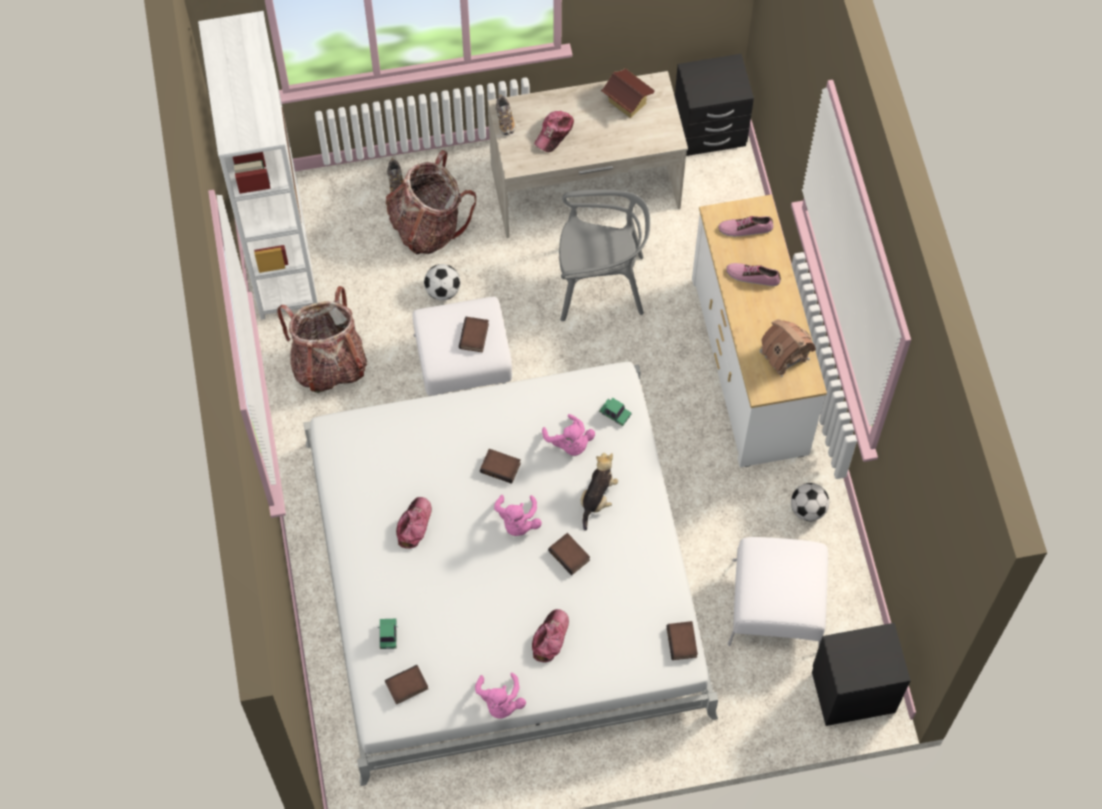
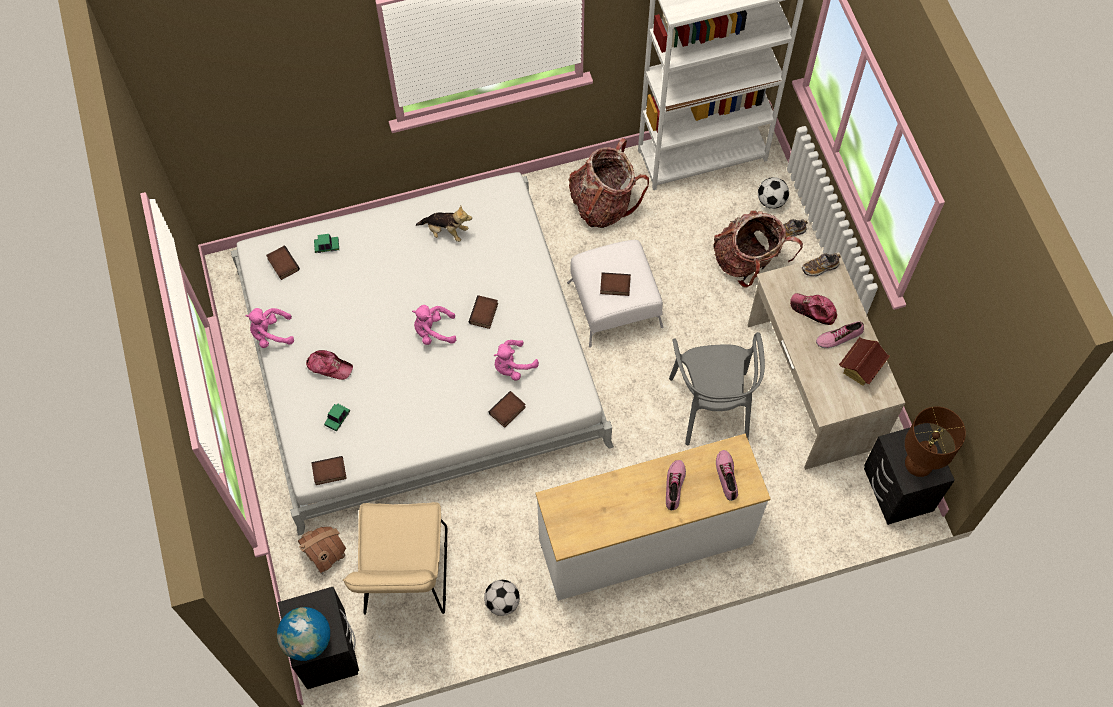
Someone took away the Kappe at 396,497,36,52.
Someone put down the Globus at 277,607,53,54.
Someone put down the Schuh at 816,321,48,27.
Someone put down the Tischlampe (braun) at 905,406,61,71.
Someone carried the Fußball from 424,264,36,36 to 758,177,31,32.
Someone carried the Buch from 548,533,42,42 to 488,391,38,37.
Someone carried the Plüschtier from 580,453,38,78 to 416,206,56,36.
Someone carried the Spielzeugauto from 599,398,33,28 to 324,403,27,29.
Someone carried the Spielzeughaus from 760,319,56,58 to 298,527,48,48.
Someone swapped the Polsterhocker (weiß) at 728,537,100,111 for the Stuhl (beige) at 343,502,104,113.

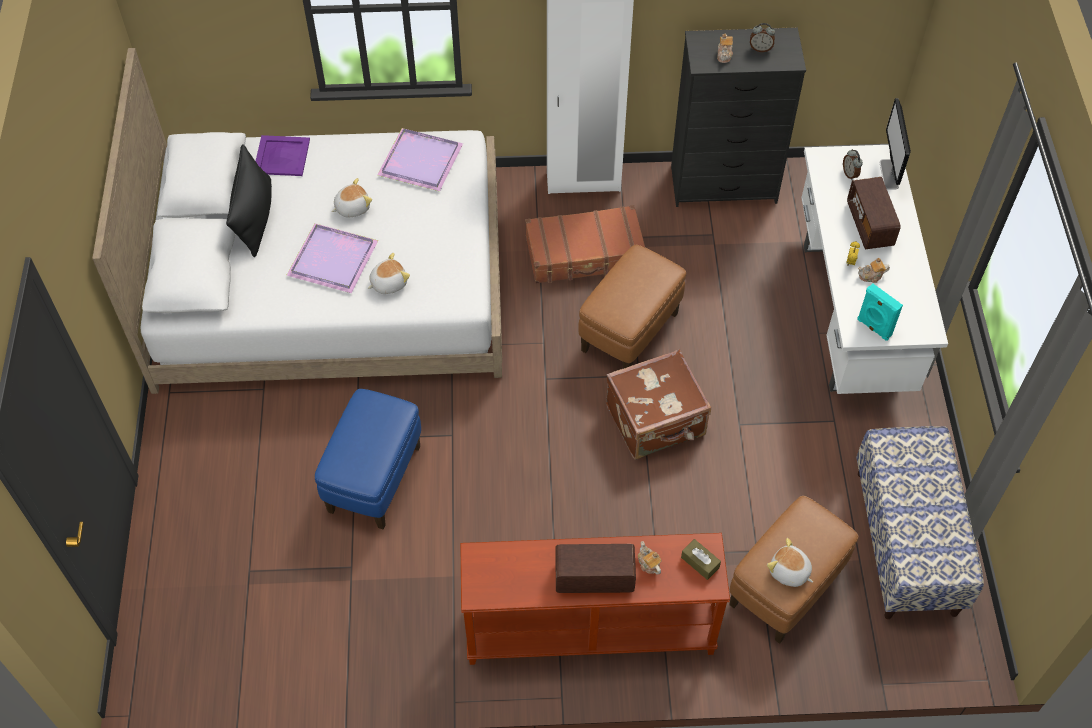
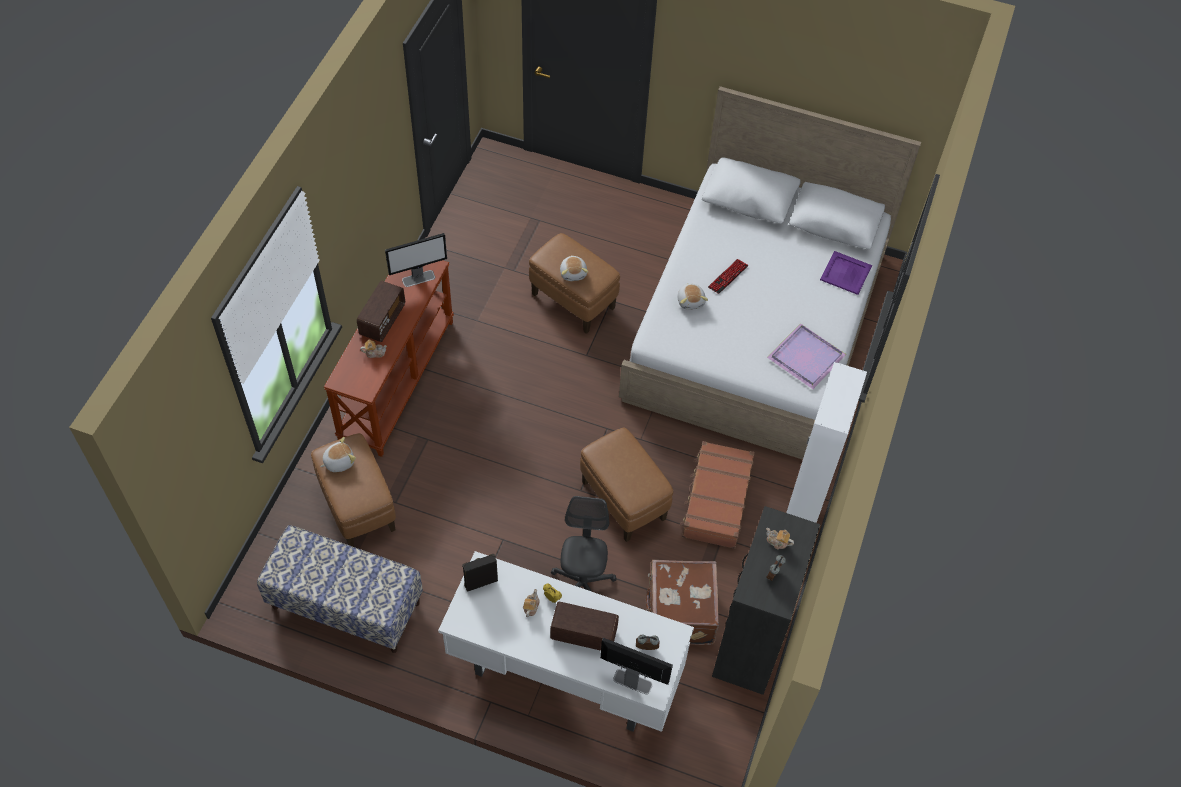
Someone took away the Kissen (schwarz) at 226,144,46,113.
Someone took away the Taschentuchbox (braun) at 681,539,40,41.
Someone put down the Monitor at 385,233,62,54.
Someone put down the Bürostuhl (grau) at 551,496,66,96.
Someone carried the Plüschtier from 331,178,41,39 to 560,256,28,25.
Someone carried the Koffer (braun) from 606,349,105,111 to 646,560,73,85.
Someone swapped the Tablett (lila) at 287,223,91,70 for the Tastatur at 708,259,41,35.
Someone repainted the Polsterhocker (blau) at 315,389,106,140, which became the Polsterhocker (braun) at 529,233,91,101.
Someone repainted the Lautsprecher (türkis) at 857,284,46,57, which became the Lautsprecher (schwarz) at 462,554,36,38.

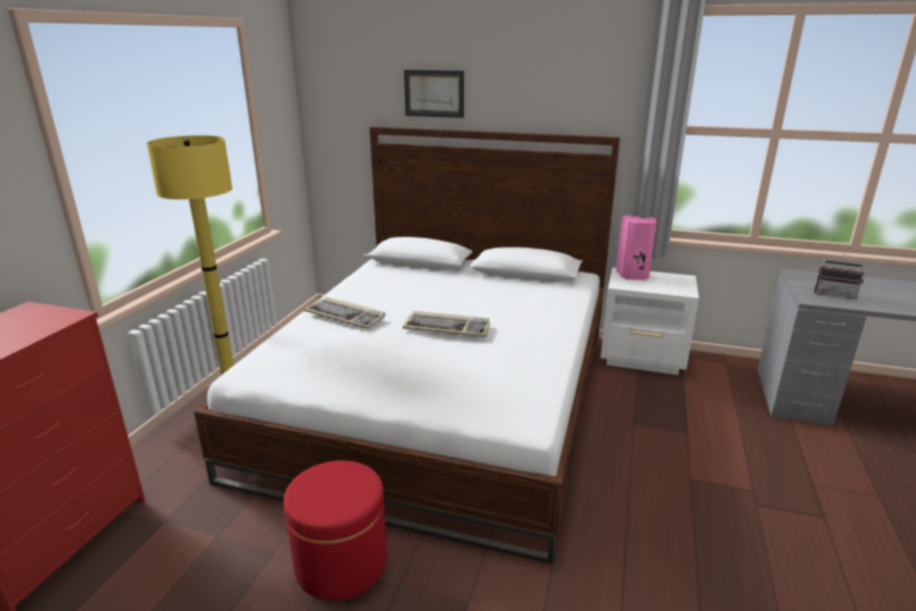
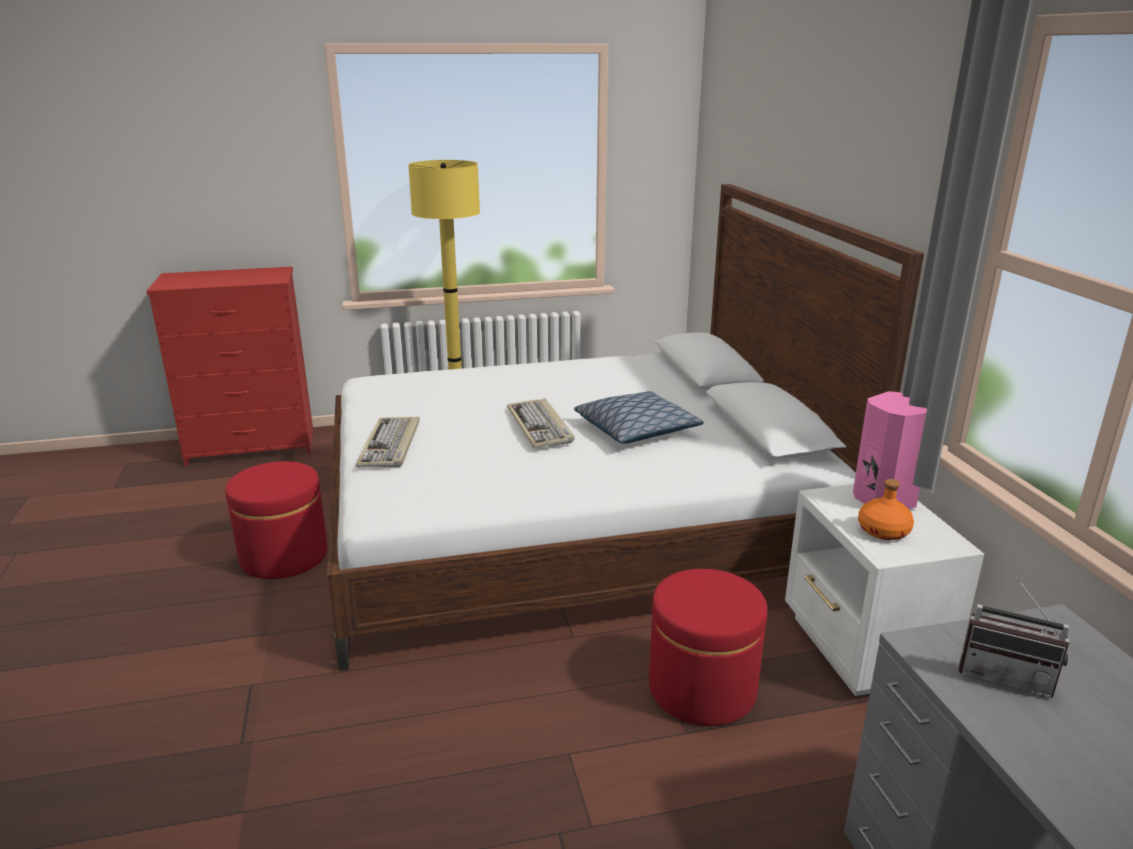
Someone took away the Bild at 404,70,60,48.
Someone put down the Kissen at 574,391,129,53.
Someone put down the Polsterhocker (rot) at 649,569,119,157.
Someone put down the Flasche (orange) at 858,479,56,61.
Someone carried the Tastatur from 304,297,81,32 to 356,417,64,50.
Someone rotated the Radio at 814,249,50,50 by 60 degrees counterclockwise.

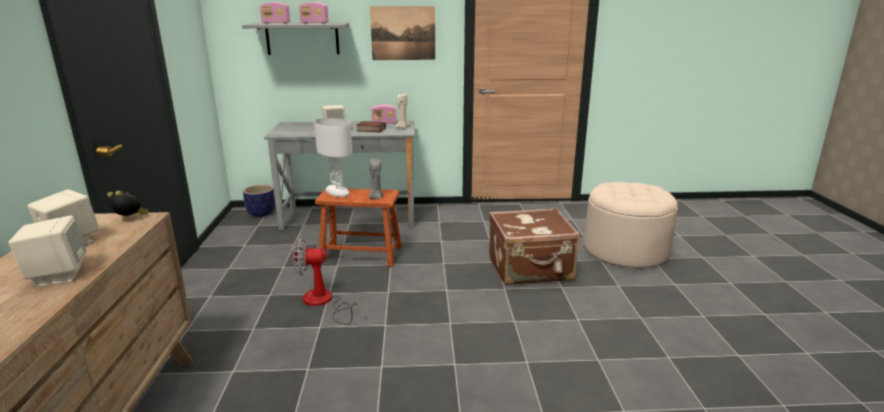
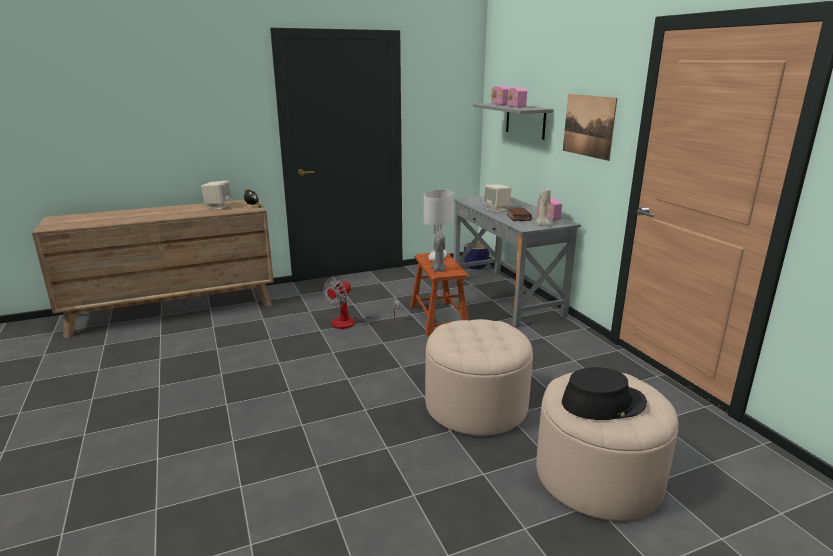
Someone took away the Lautsprecher (beige) at 8,216,79,71.
Someone put down the Hut (schwarz) at 562,367,85,53.
Someone swapped the Koffer (braun) at 489,208,91,77 for the Polsterhocker (beige) at 425,319,108,117.
Someone rotated the Ventilator at 293,239,65,85 by 120 degrees counterclockwise.

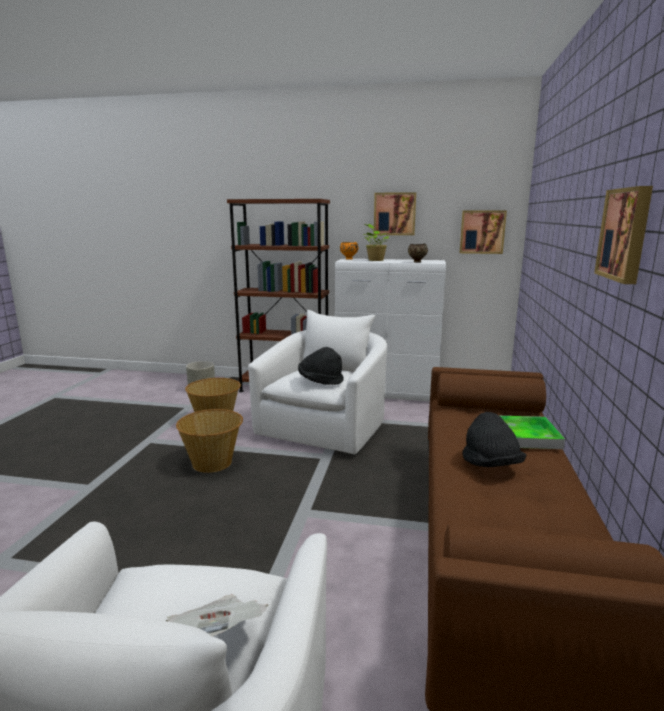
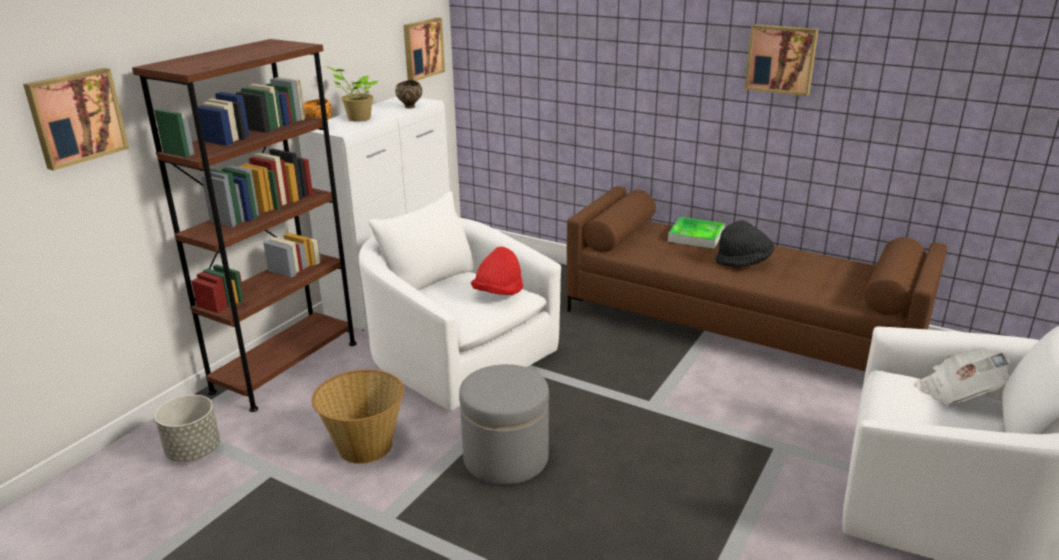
Someone carried the Bild from 374,192,42,43 to 23,68,106,103.
Someone swapped the Korb at 176,409,67,64 for the Polsterhocker (grau) at 459,364,90,121.
Someone repainted the Hut (schwarz) at 298,347,46,38, which became the Hut (rot) at 471,247,52,48.

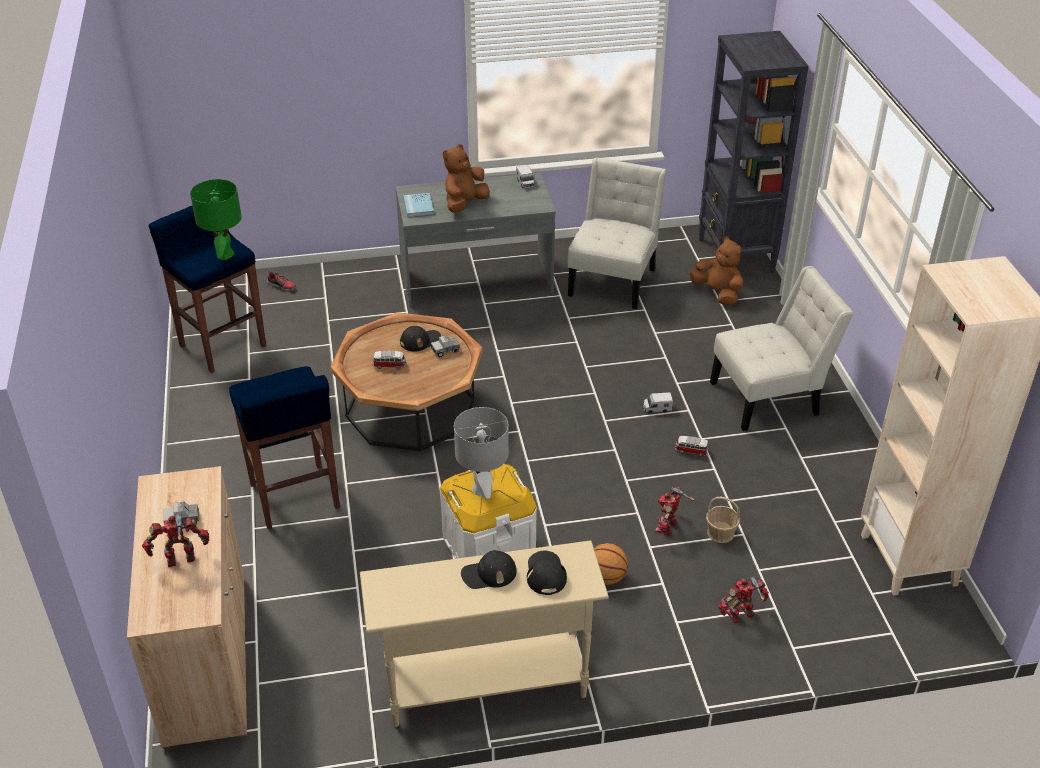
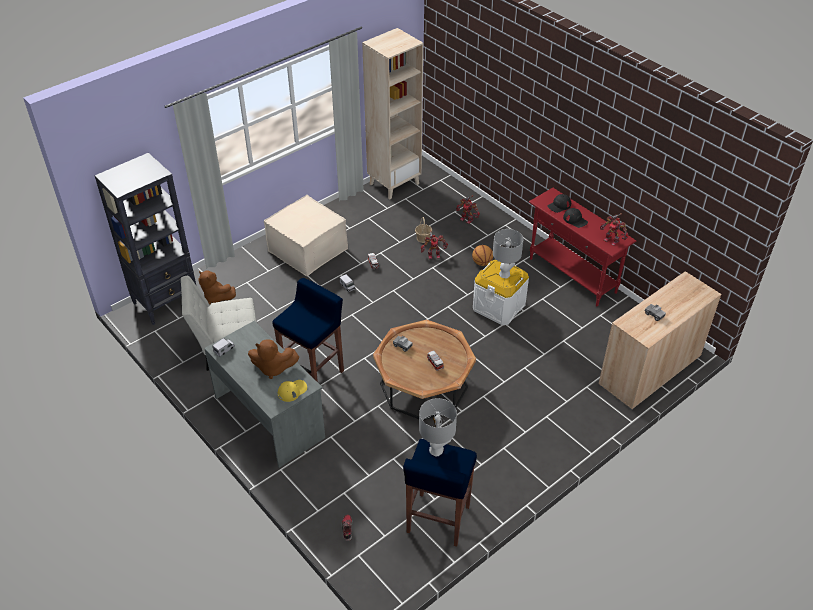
Someone took away the Kappe (schwarz) at 400,326,41,25.
Someone carried the Spielzeugroboter from 142,513,67,54 to 600,213,29,33.
Someone carried the Hocker (blau) from 229,366,111,163 to 272,278,72,104.
Someone swapped the Buch (blau) at 403,193,31,24 for the Kappe (gelb) at 278,380,29,22.
Someone swapped the Stuhl (weiß) at 710,266,144,165 for the Polsterhocker (beige) at 264,195,84,81.
Someone repainted the Tischlampe (grün) at 190,179,52,81, which became the Tischlampe (grau) at 419,398,38,59.
Someone repainted the Konsolentisch (beige) at 360,540,249,187, which became the Konsolentisch (rot) at 529,188,107,118.
Someone rotated the Plüschtier (braun) at 690,236,53,69 by 75 degrees counterclockwise.

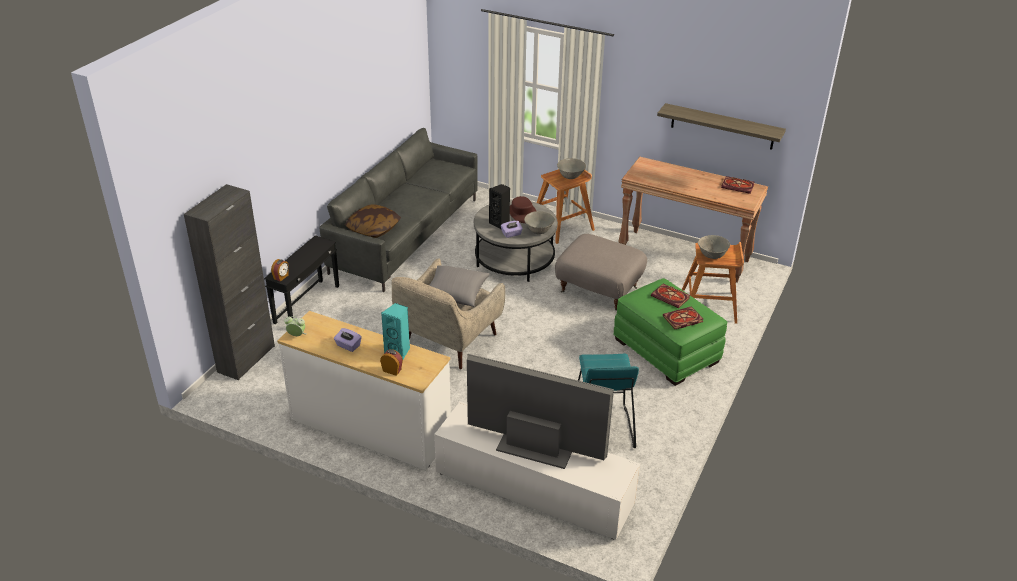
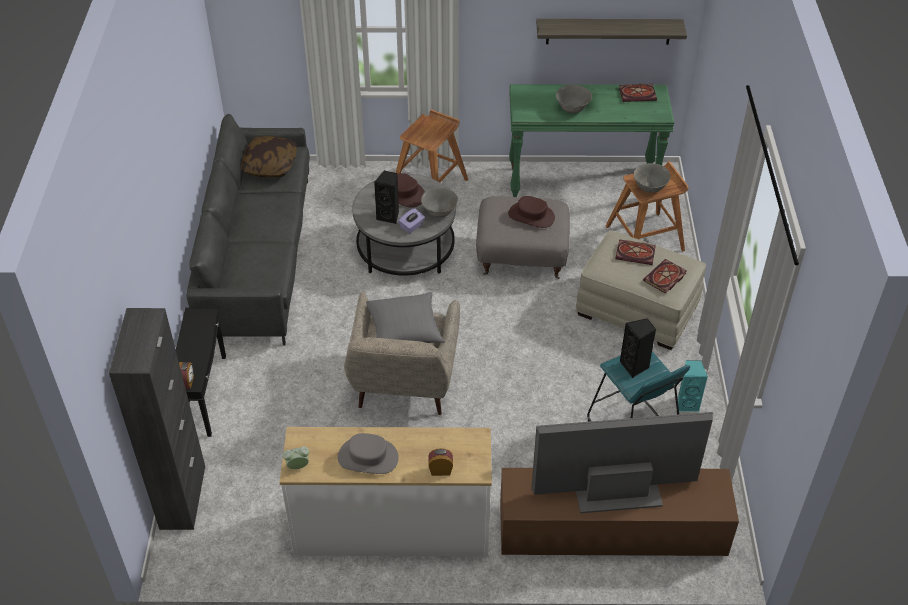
Someone put down the Hut (braun) at 508,196,47,32.
Someone put down the Lautsprecher (schwarz) at 620,318,36,60.
Someone carried the Kissen from 345,204,56,34 to 241,136,56,42.
Someone carried the Lautsprecher (türkis) from 381,303,29,56 to 678,360,30,52.
Someone carried the Schüssel (grau) from 557,158,29,21 to 556,85,36,28.
Someone swapped the Taschentuchbox (lila) at 334,328,28,24 for the Hut (grau) at 338,433,61,41.
Someone repainted the Fernsehschrank (weiß) at 434,401,206,139, which became the Fernsehschrank (braun) at 500,468,239,88.
Someone repainted the Polsterhocker (grün) at 613,278,114,108, which became the Polsterhocker (beige) at 576,230,130,120.
Someone repainted the Konsolentisch (braun) at 618,157,150,126, which became the Konsolentisch (grün) at 509,84,165,113.

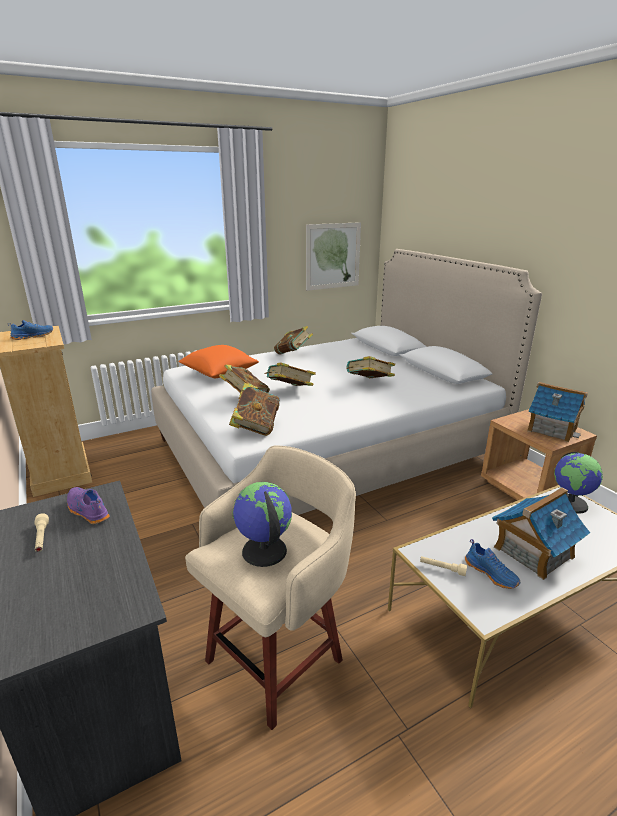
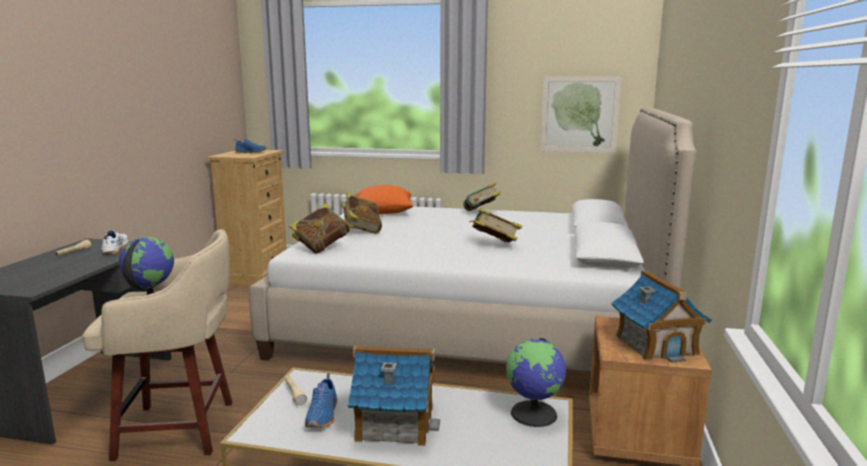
Someone took away the Buch at 265,362,51,24.
Someone repainted the Schuh (lila) at 67,487,43,37, which became the Schuh (weiß) at 102,230,27,25.

